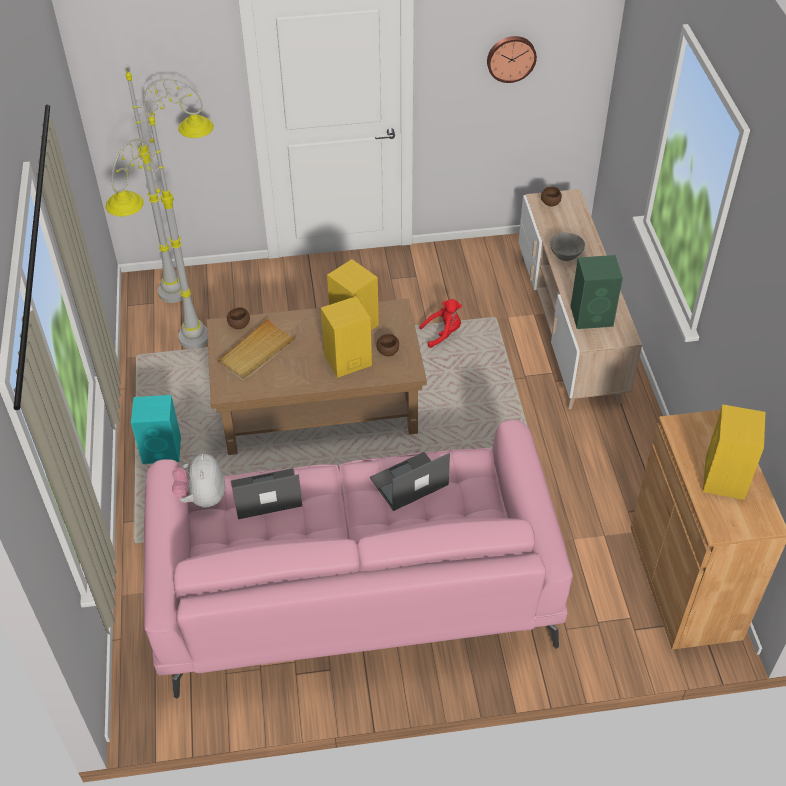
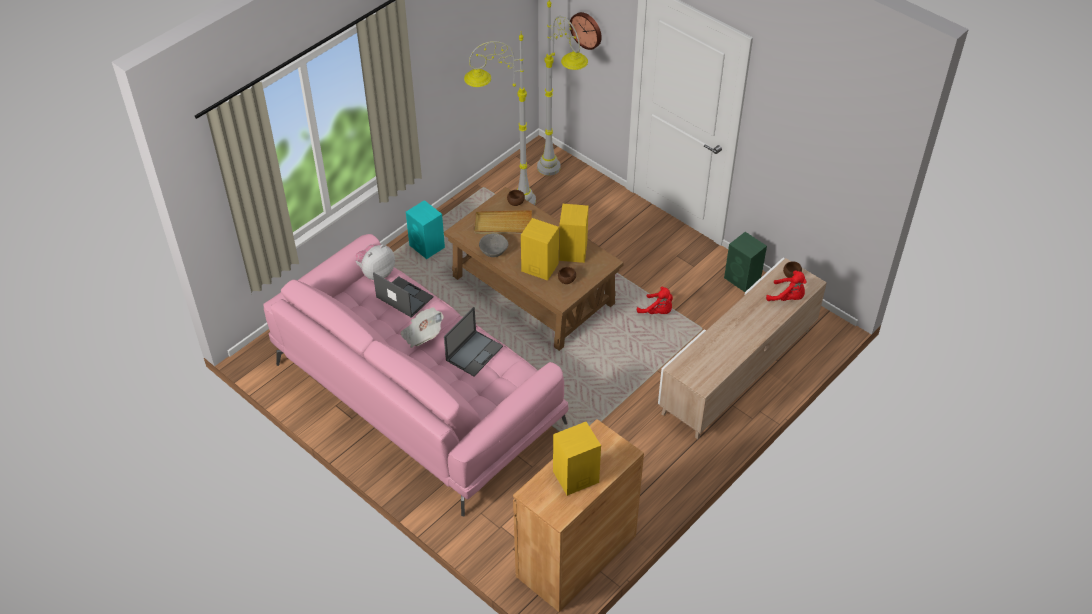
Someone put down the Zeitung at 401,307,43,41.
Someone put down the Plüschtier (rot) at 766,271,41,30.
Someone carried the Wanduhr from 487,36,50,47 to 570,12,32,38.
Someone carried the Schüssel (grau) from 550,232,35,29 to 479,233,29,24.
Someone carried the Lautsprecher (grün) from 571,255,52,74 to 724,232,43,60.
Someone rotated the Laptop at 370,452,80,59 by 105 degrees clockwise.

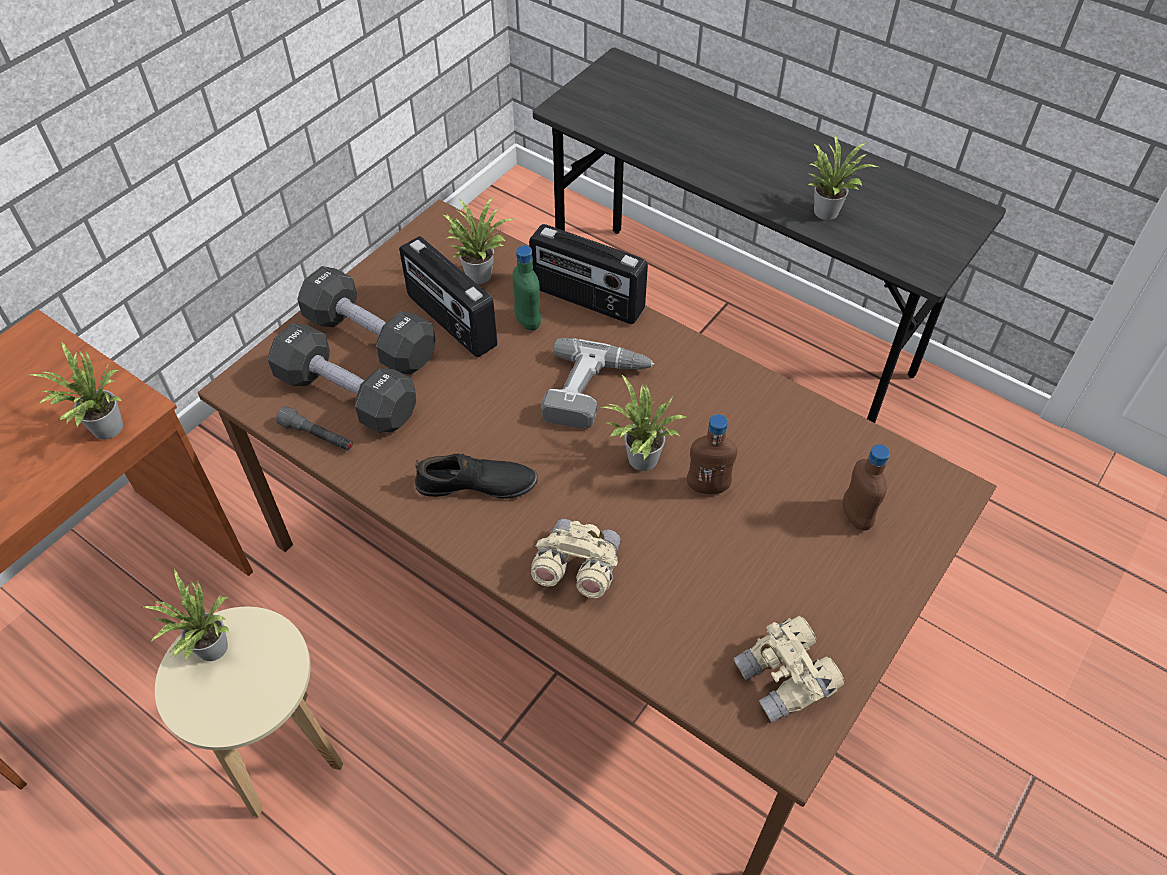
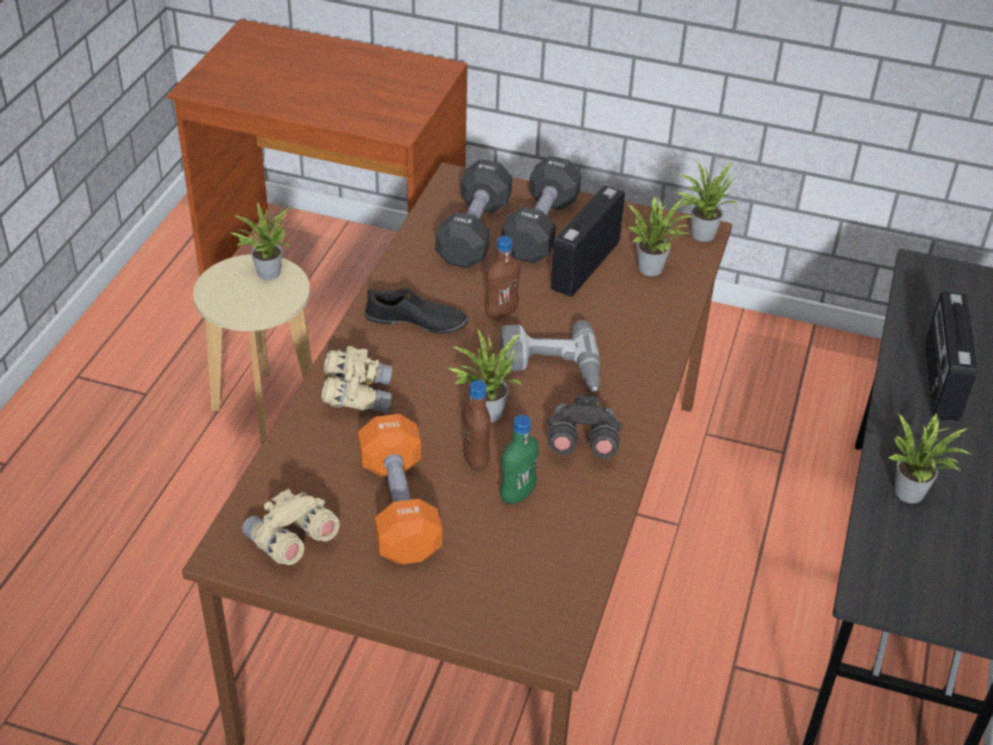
Someone took away the Taschenlampe (grau) at 276,406,77,45.
Someone put down the Hantel (orange) at 358,414,84,150.
Someone put down the Fernglas (grau) at 547,395,75,64.
Someone carried the Topfpflanze from 31,341,92,99 to 676,161,62,81.
Someone carried the Flasche (grün) from 512,245,29,85 to 500,415,39,89.
Someone carried the Radio from 529,224,119,100 to 925,291,52,130.
Someone carried the Flasche (braun) from 843,444,47,87 to 485,236,36,83.
Someone rotated the Schuh (schwarz) at 415,454,123,45 by 60 degrees counterclockwise.

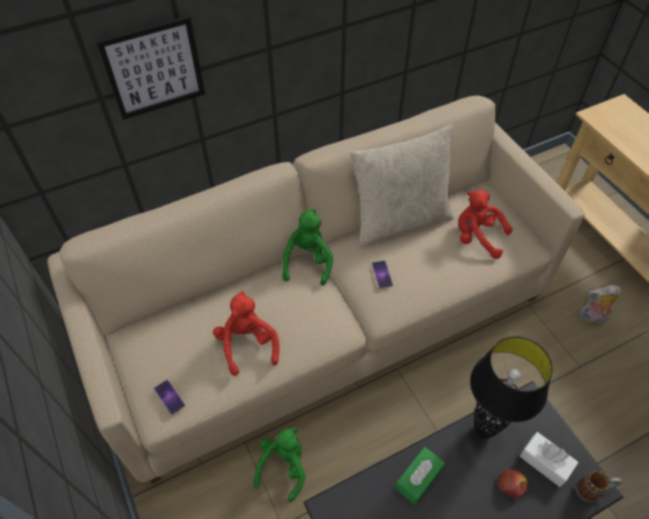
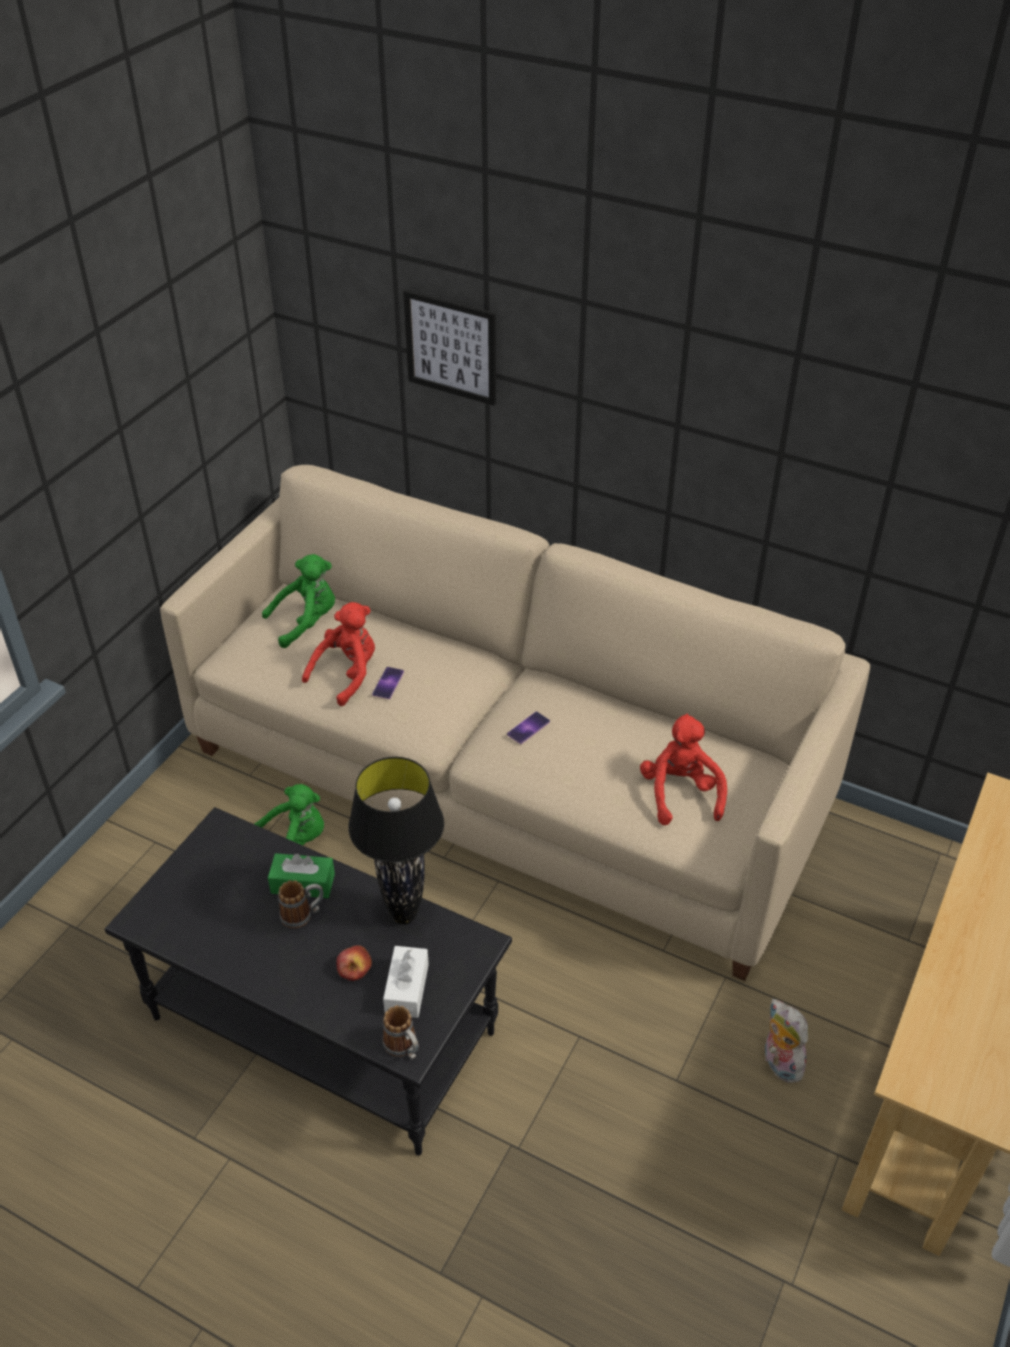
Someone took away the Kissen (beige) at 351,124,103,123.
Someone put down the Henkelbecher at 278,880,45,48.
Someone carried the Handy from 154,380,31,35 to 372,667,32,32.
Someone carried the Plüschtier (grün) from 282,209,51,77 to 262,554,73,94.

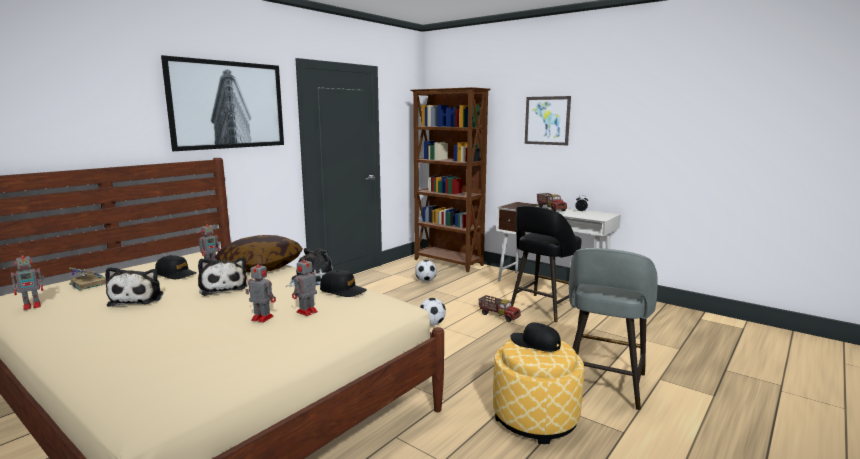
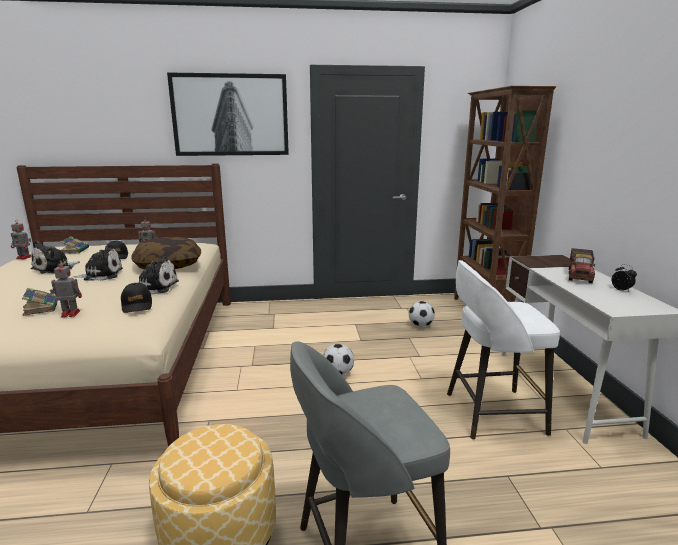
Someone took away the Spielzeuglaster at 478,295,43,27.
Someone took away the Kappe (schwarz) at 510,323,51,29.
Someone took away the Bild at 525,96,46,50.
Someone swapped the Spielzeugroboter at 246,259,30,64 for the Buch at 22,288,35,28.
Someone repainted the Hocker (schwarz) at 511,206,71,117, which became the Hocker (weiß) at 447,260,113,180.
Someone rotated the Plüschtier at 198,258,49,38 by 120 degrees counterclockwise.

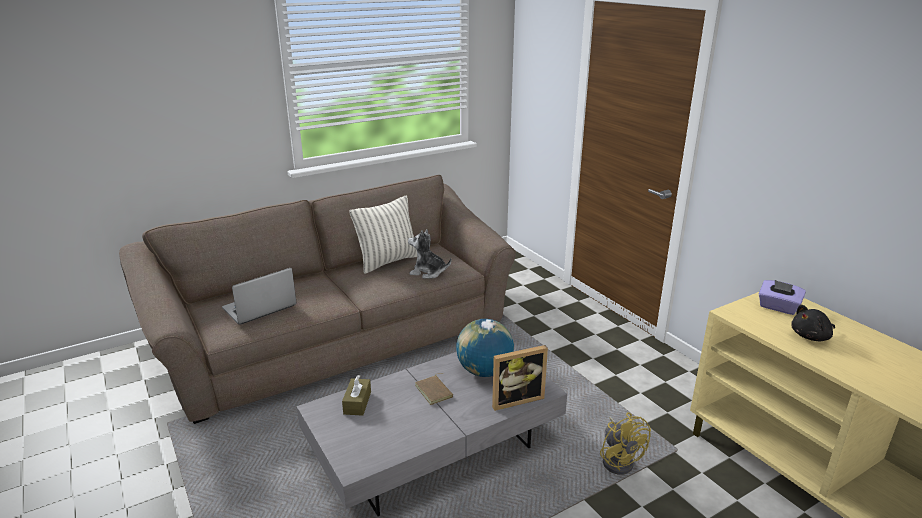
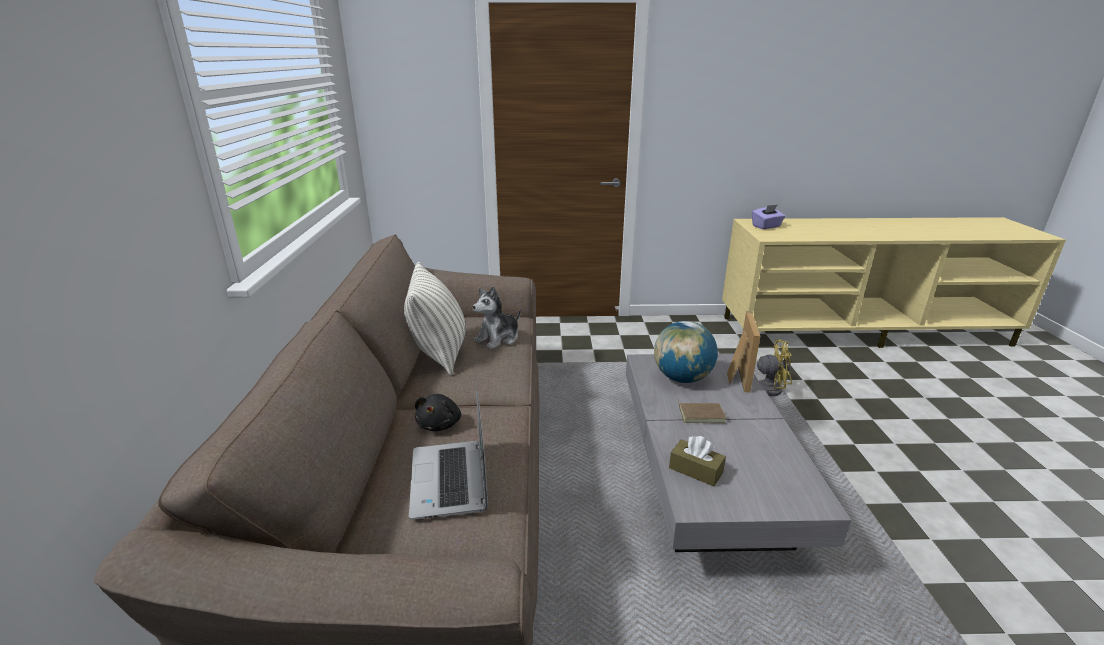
Someone carried the Plüschtier (schwarz) from 791,305,44,36 to 415,394,46,37.

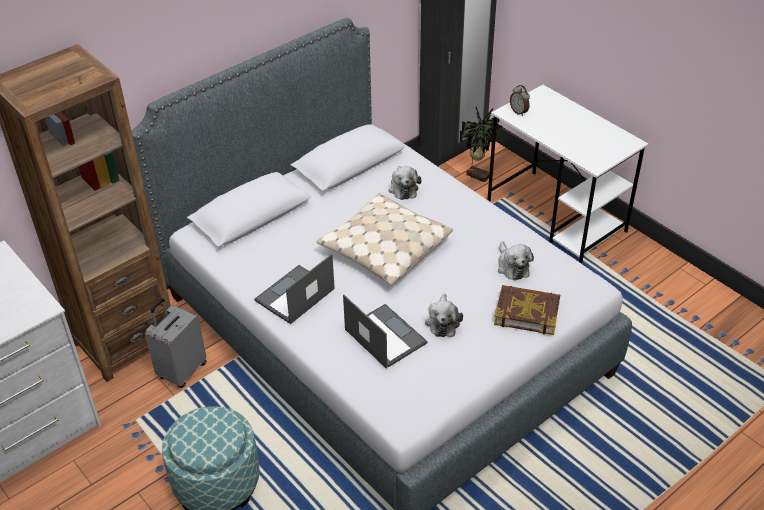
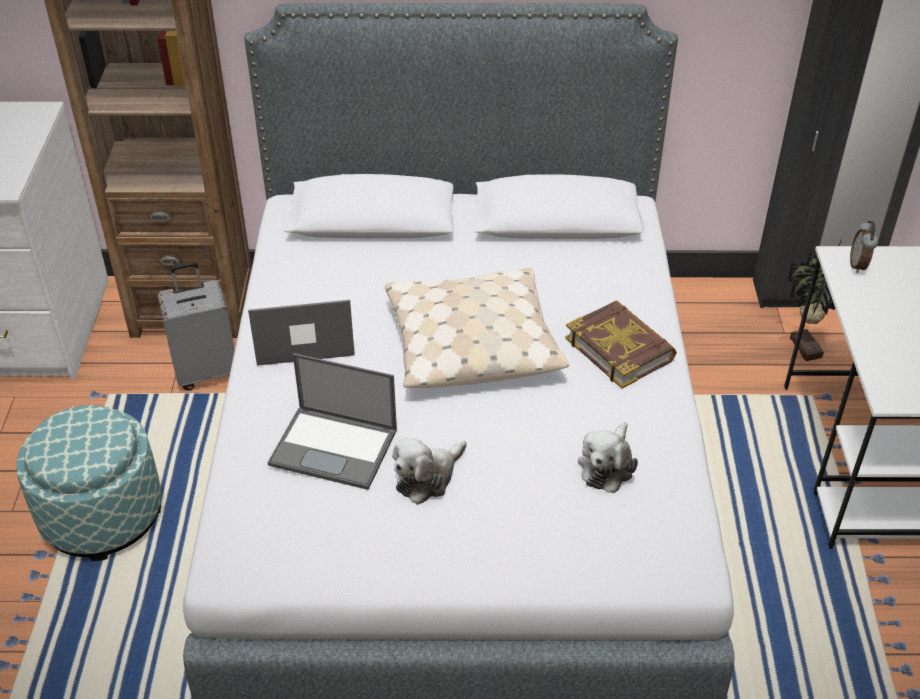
Someone took away the Plüschtier at 389,166,32,34.
Someone carried the Buch from 494,285,66,50 to 565,300,112,89.
Someone rotated the Laptop at 343,295,84,74 by 105 degrees clockwise.

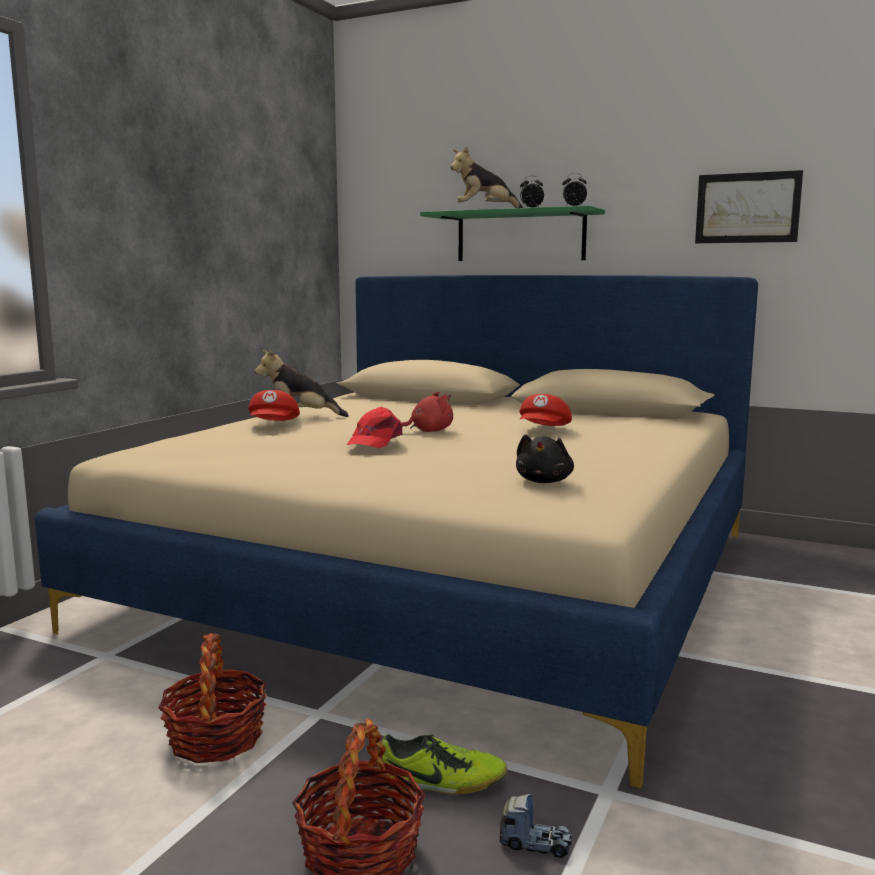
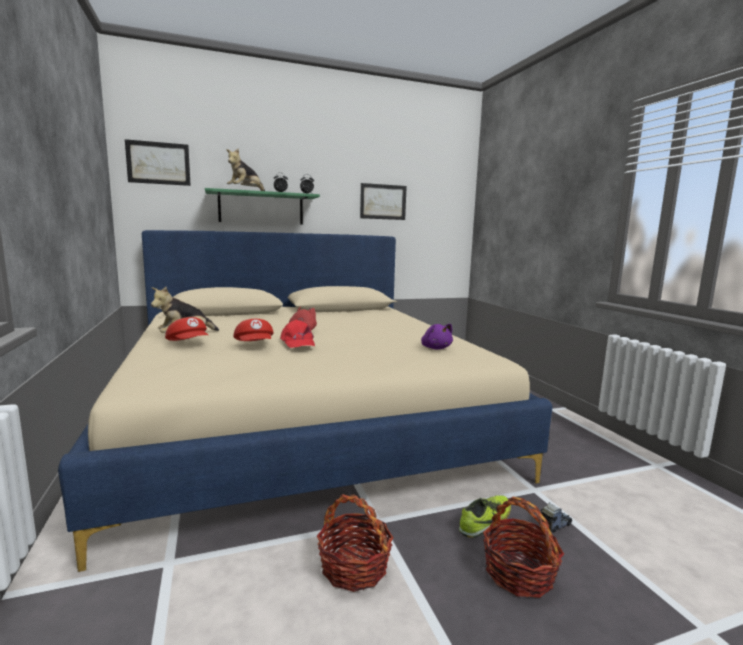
Someone put up the Bild at 125,139,66,47.
Someone carried the Kappe (rot) from 519,394,53,32 to 233,319,41,22.
Someone repainted the Plüschtier (schwarz) at 516,434,58,49, which became the Plüschtier (lila) at 421,324,32,25.

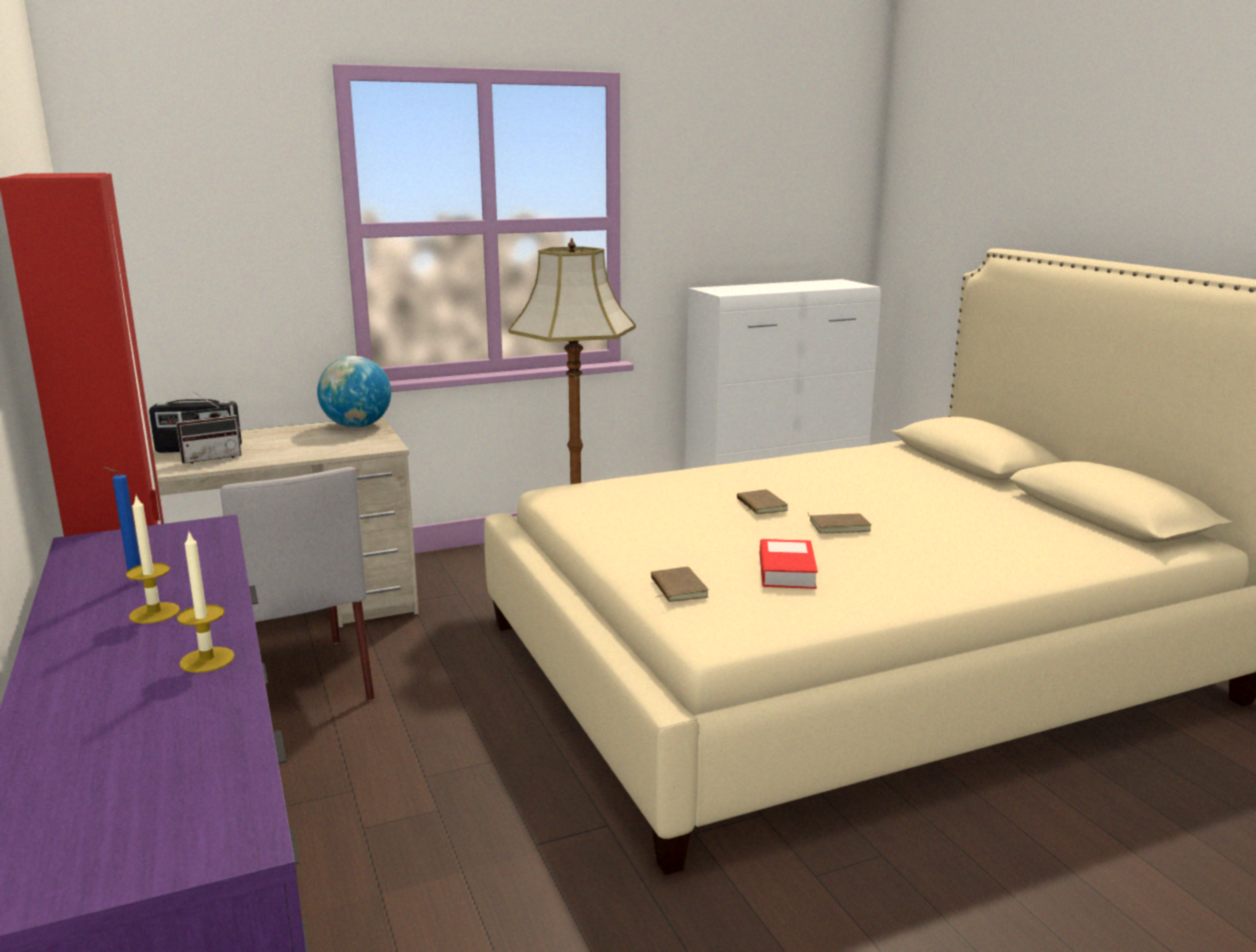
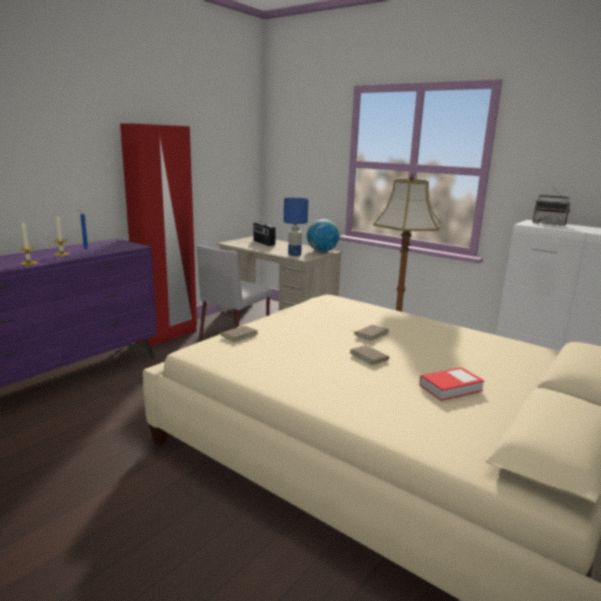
Someone put down the Tischlampe (blau) at 284,198,24,58.
Someone carried the Radio from 176,392,65,72 to 533,194,37,32.
Someone carried the Buch from 760,539,58,50 to 419,367,66,34.

